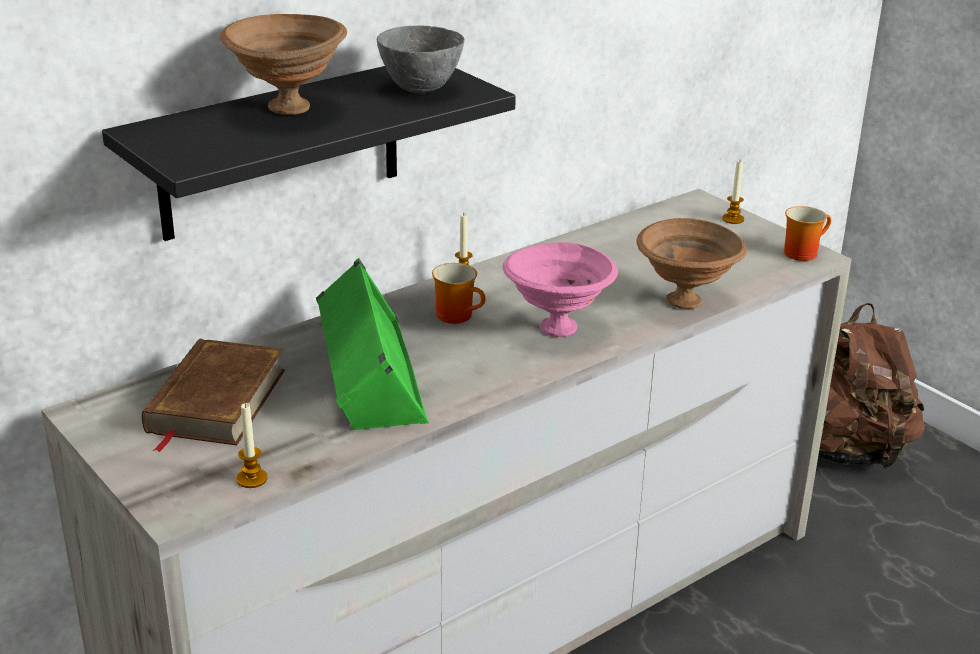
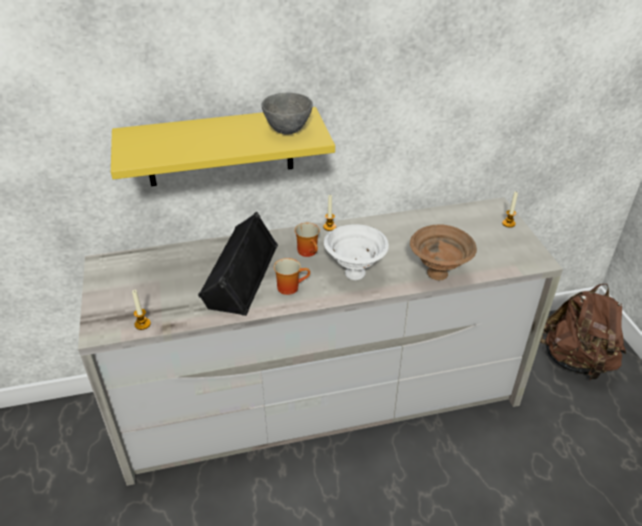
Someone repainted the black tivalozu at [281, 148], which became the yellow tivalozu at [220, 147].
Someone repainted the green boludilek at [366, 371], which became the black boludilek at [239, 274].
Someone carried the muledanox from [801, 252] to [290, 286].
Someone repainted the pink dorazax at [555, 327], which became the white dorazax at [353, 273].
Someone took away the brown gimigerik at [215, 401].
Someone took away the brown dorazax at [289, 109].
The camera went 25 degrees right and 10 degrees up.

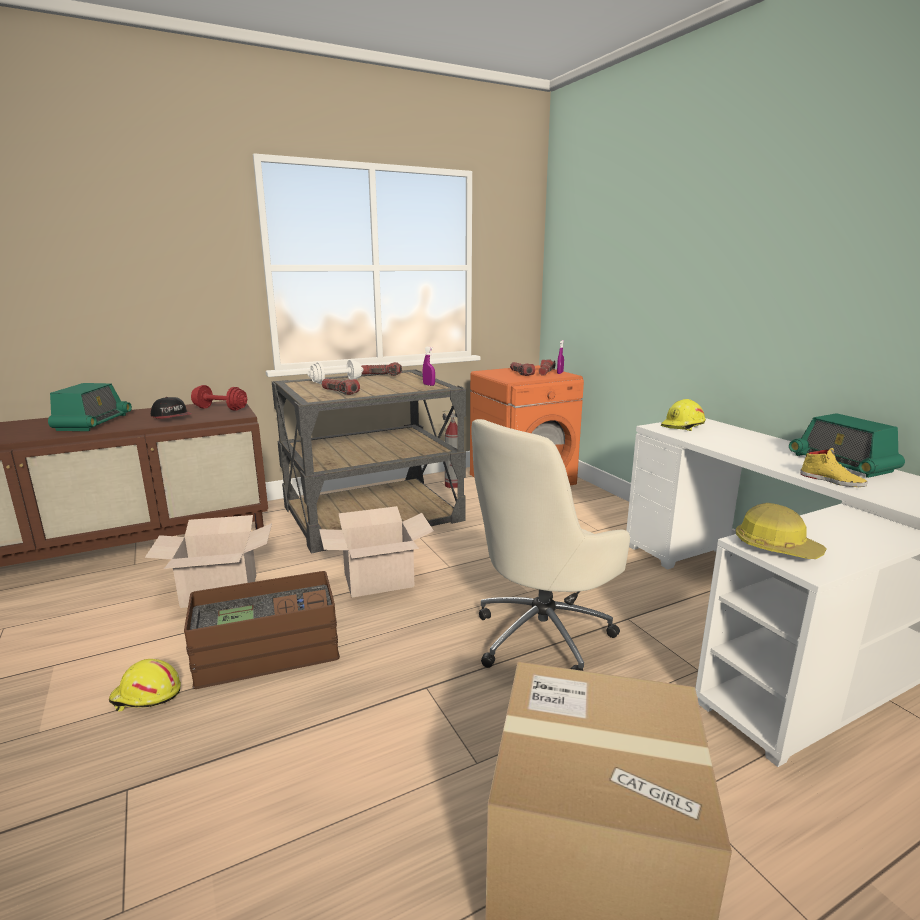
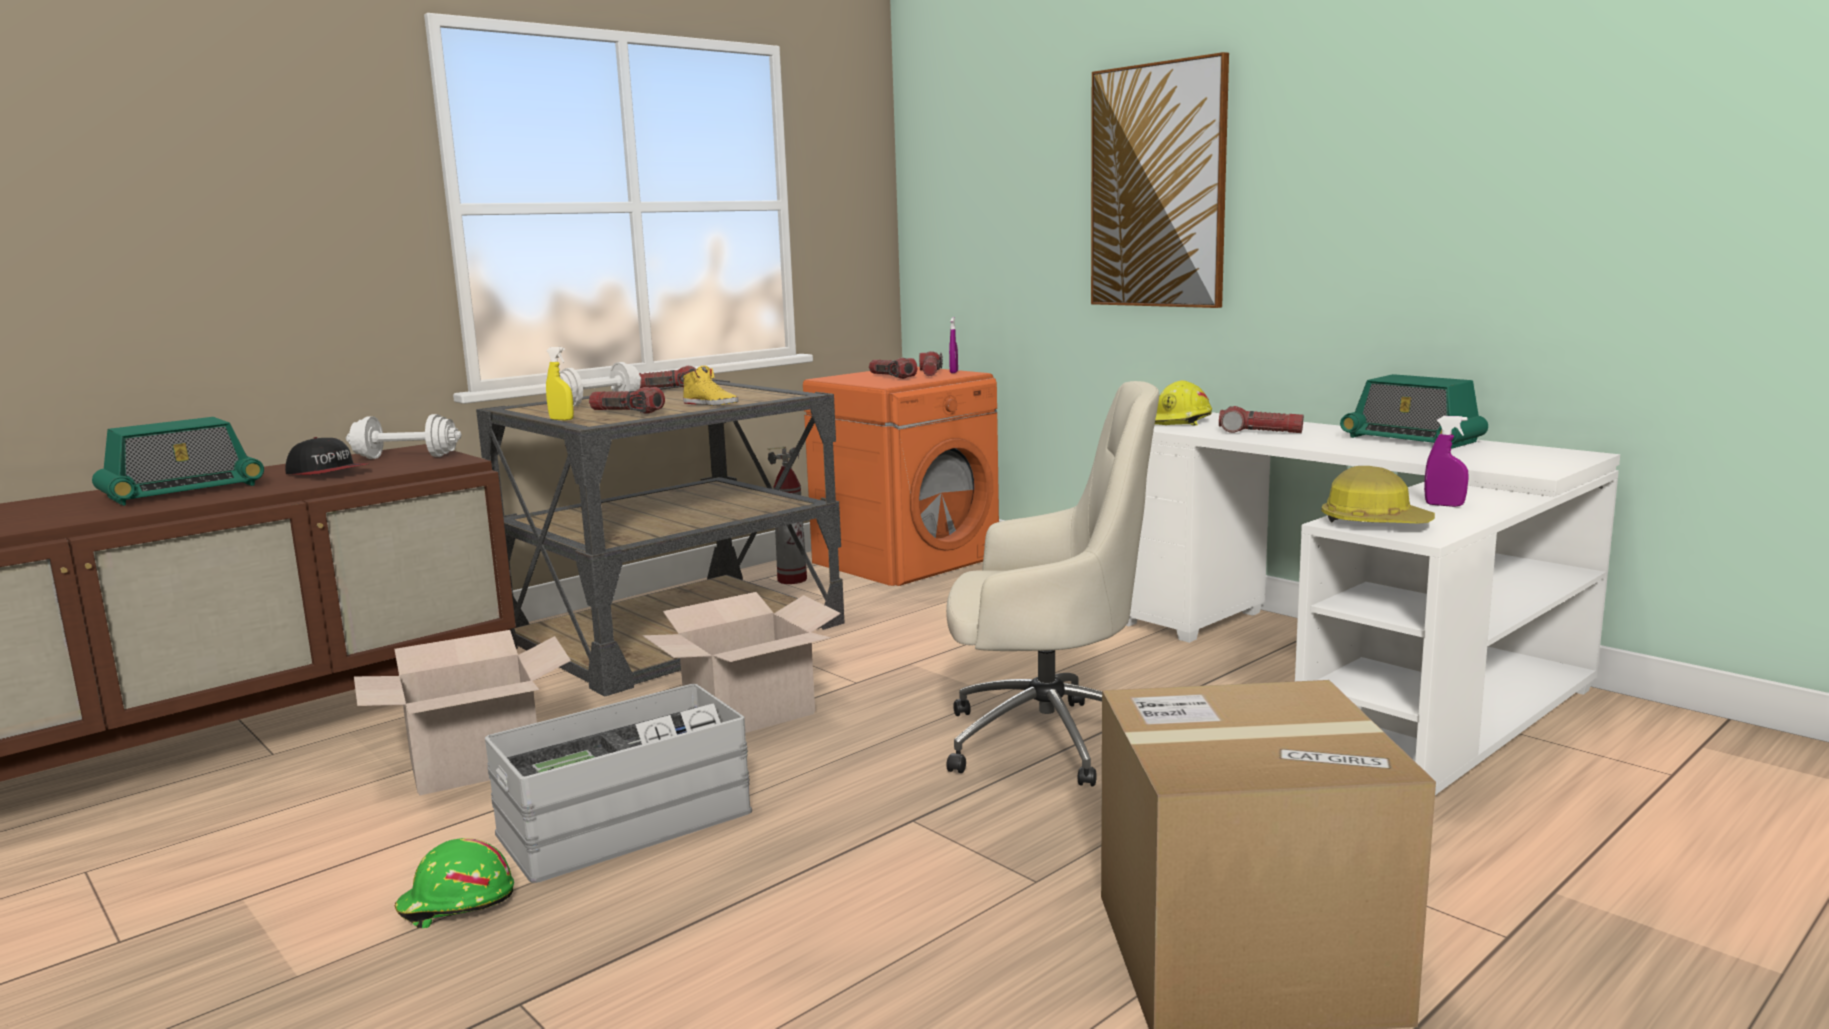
Someone rotated the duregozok at [93, 422] by 60 degrees clockwise.
Someone repainted the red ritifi at [220, 409], which became the white ritifi at [406, 457].
Someone repainted the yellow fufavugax at [146, 696], which became the green fufavugax at [456, 904].
Someone repainted the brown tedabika at [268, 650], which became the grey tedabika at [624, 820].
Someone put down the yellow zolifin at [561, 419].
Someone carried the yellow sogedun from [832, 480] to [711, 404].
Someone rotated the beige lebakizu at [541, 637] by 120 degrees counterclockwise.
Someone put up the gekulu at [1158, 187].
Someone put down the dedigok at [1260, 432].
Someone carried the purple zolifin from [429, 385] to [1444, 505].
The camera went 15 degrees left and 5 degrees down.

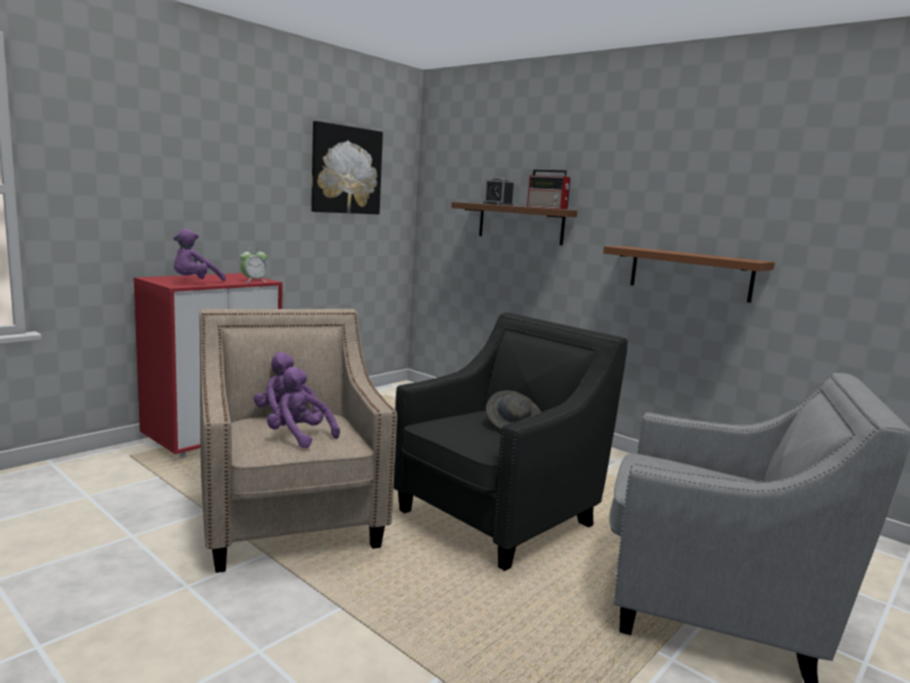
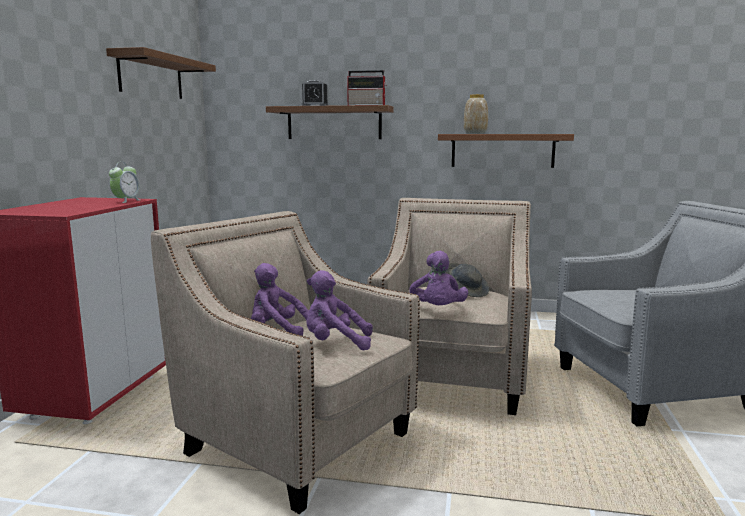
Someone swapped the gekulu at [346, 170] for the brown tivalozu at [151, 76].
Someone repainted the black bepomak at [497, 517], which became the beige bepomak at [451, 379].
Someone carried the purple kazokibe from [195, 282] to [437, 310].
Someone put down the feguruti at [475, 133].
The camera went 30 degrees left and 0 degrees up.

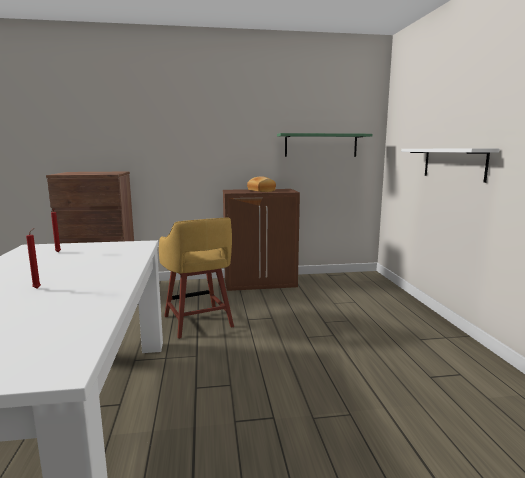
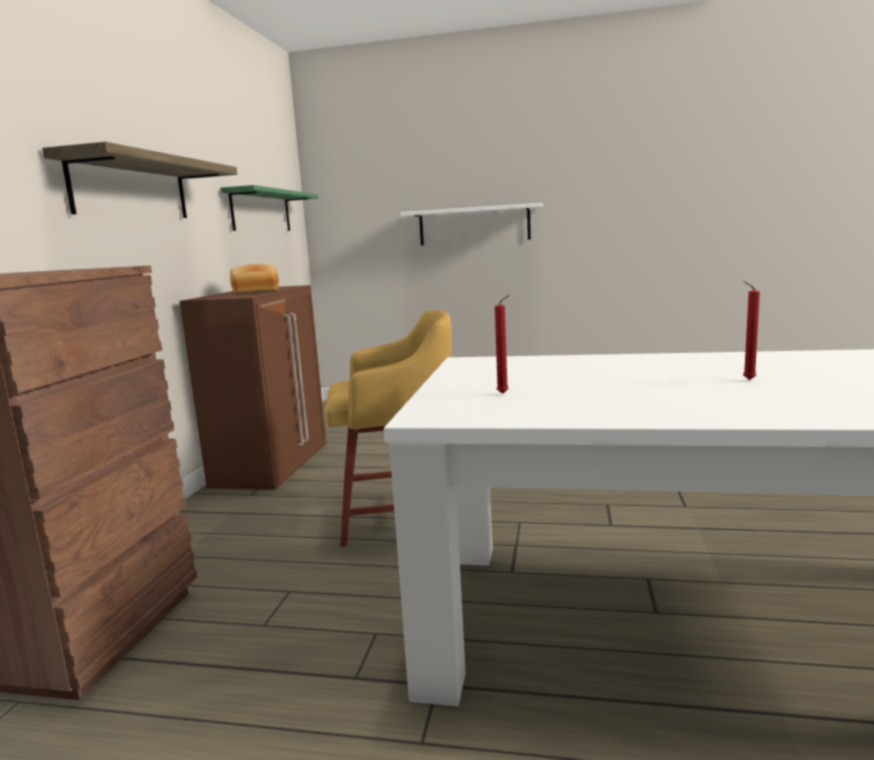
Someone put up the tivalozu at [131, 189].
The camera went 70 degrees left and 0 degrees up.

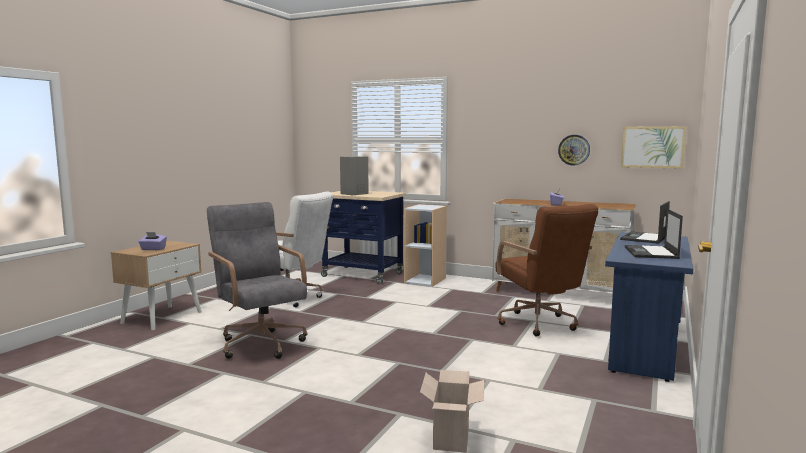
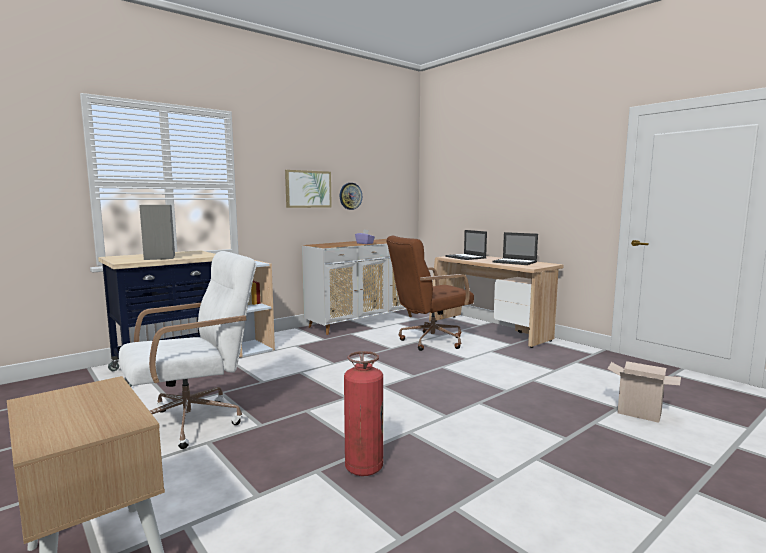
Someone carried the gekulu from [652, 147] to [308, 189].
Someone swapped the grey lebakizu at [260, 344] for the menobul at [364, 467].
Someone rotated the brown lebakizu at [539, 325] by 150 degrees clockwise.
Someone repainted the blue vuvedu at [644, 344], which became the beige vuvedu at [489, 330].
Someone took away the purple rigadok at [153, 249].
The camera went 65 degrees left and 0 degrees up.

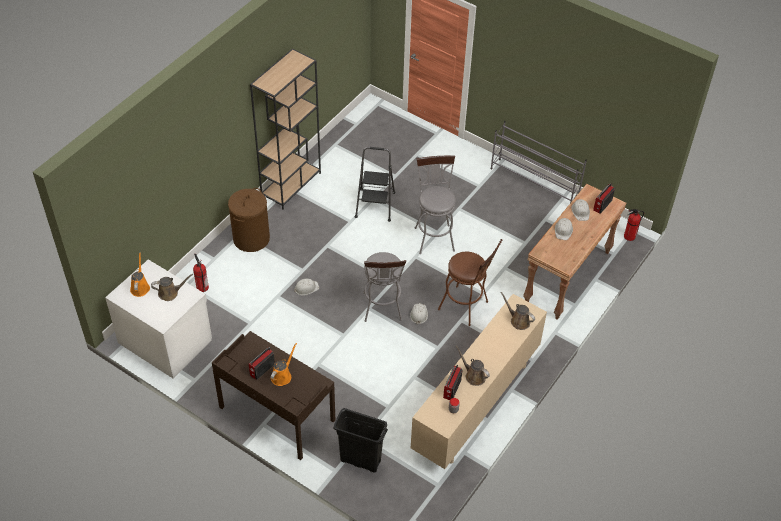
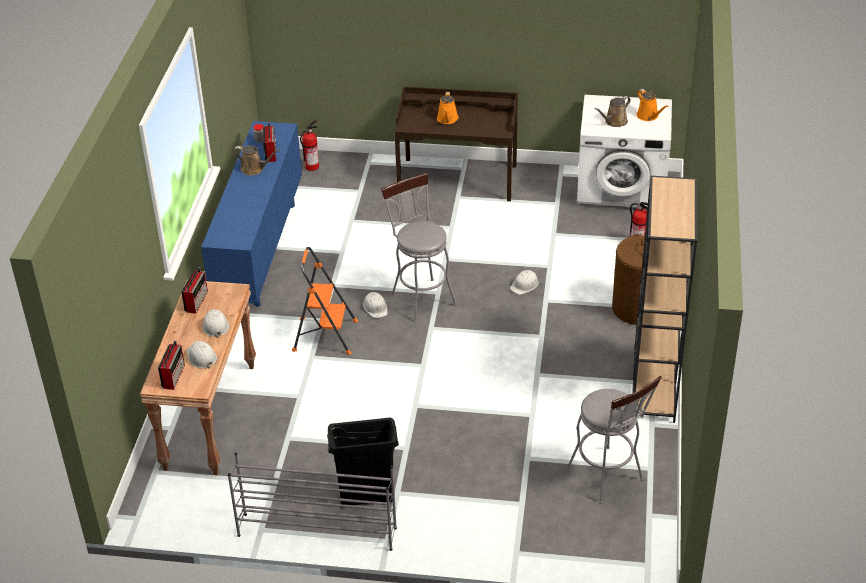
Someone carried the duregozok from [261, 370] to [197, 301].
Someone repainted the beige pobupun at [476, 405], which became the blue pobupun at [259, 252].
Someone swapped the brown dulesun at [467, 307] for the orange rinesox at [323, 335].
Someone carried the menobul from [629, 236] to [312, 166].
Someone carried the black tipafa from [360, 460] to [367, 497].
Someone carried the grey dulesun from [433, 236] to [608, 478].
Someone took away the black rinesox at [375, 203].
Someone took away the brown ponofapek at [518, 321].
The camera went 155 degrees right and 10 degrees down.

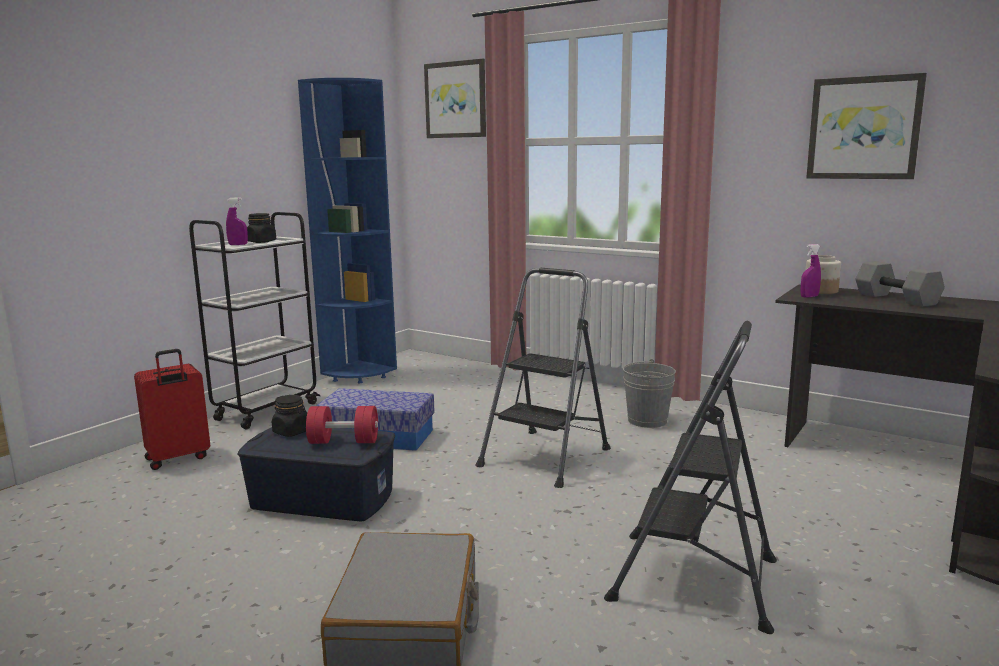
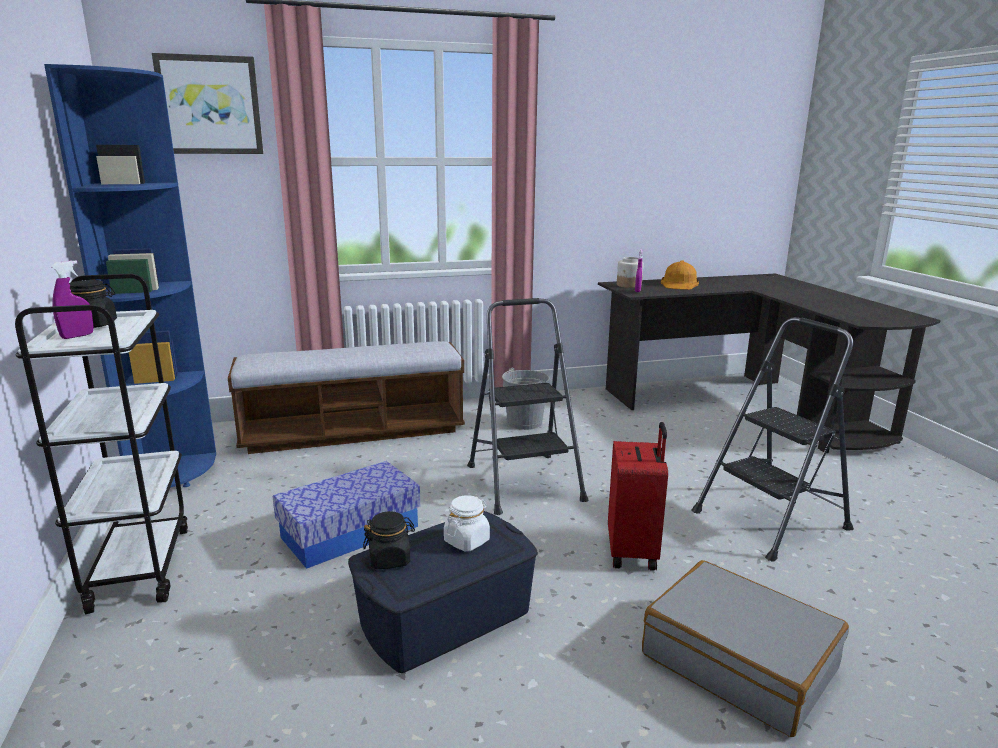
Someone put down the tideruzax at [354, 432].
Someone swapped the red ritifi at [344, 442] for the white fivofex at [467, 541].
Someone carried the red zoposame from [178, 459] to [634, 552].
Someone swapped the grey ritifi at [898, 299] for the orange fufavugax at [679, 284].
Someone took away the gekulu at [864, 128].
The camera went 50 degrees left and 5 degrees up.

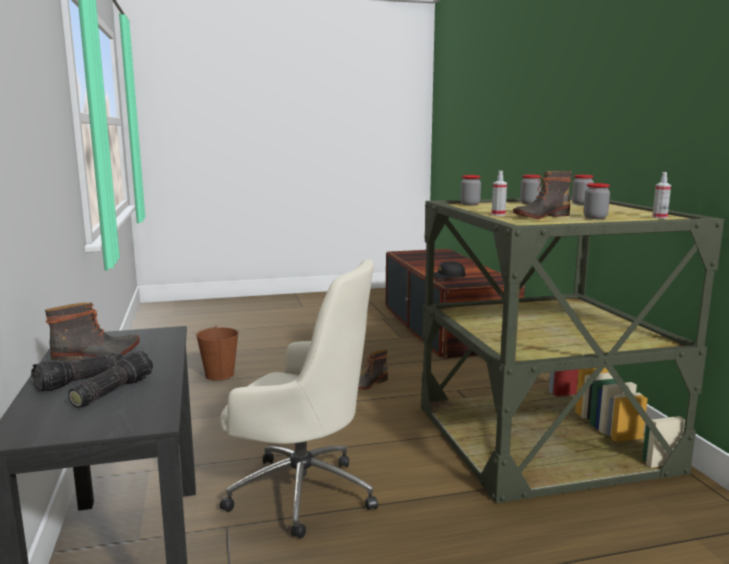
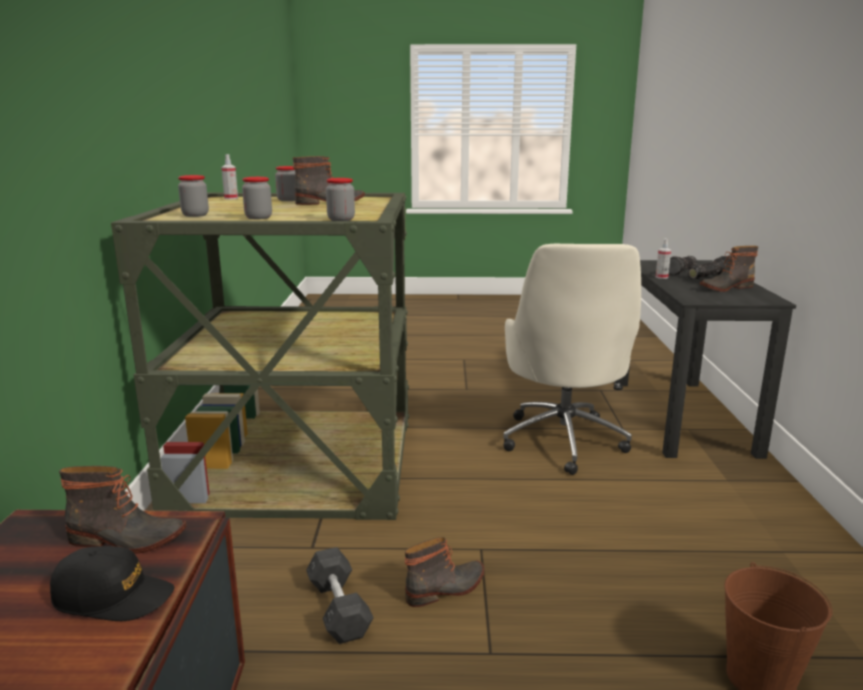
Someone put down the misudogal at [126, 540].
Someone put down the grey ritifi at [338, 609].
Someone rotated the beige lebakizu at [303, 494] by 120 degrees counterclockwise.
Someone carried the zolifin from [498, 214] to [661, 277].
The camera went 165 degrees left and 5 degrees up.

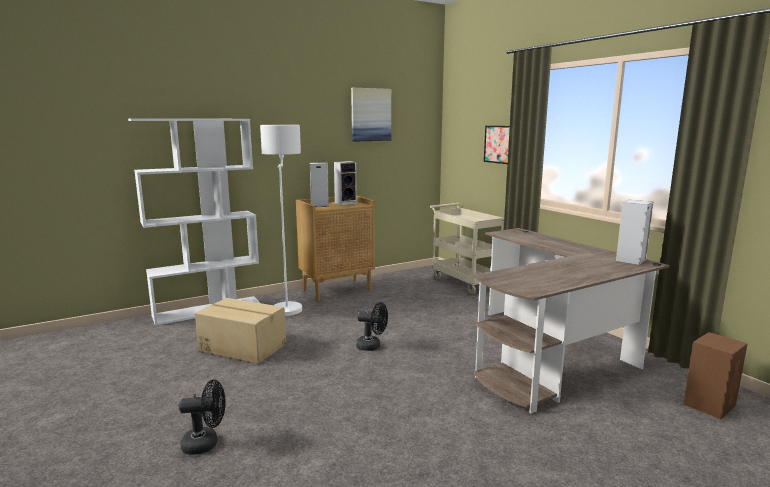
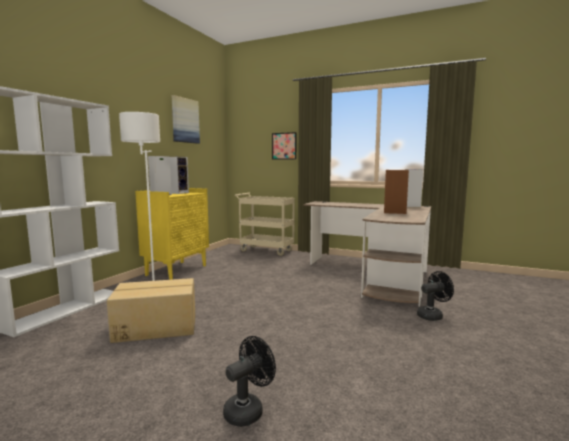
Someone repainted the brown pobupun at [337, 289], which became the yellow pobupun at [177, 270].
Someone carried the brown boludilek from [710, 404] to [394, 211].
Someone carried the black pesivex from [372, 346] to [432, 315].
The camera went 35 degrees left and 5 degrees down.

